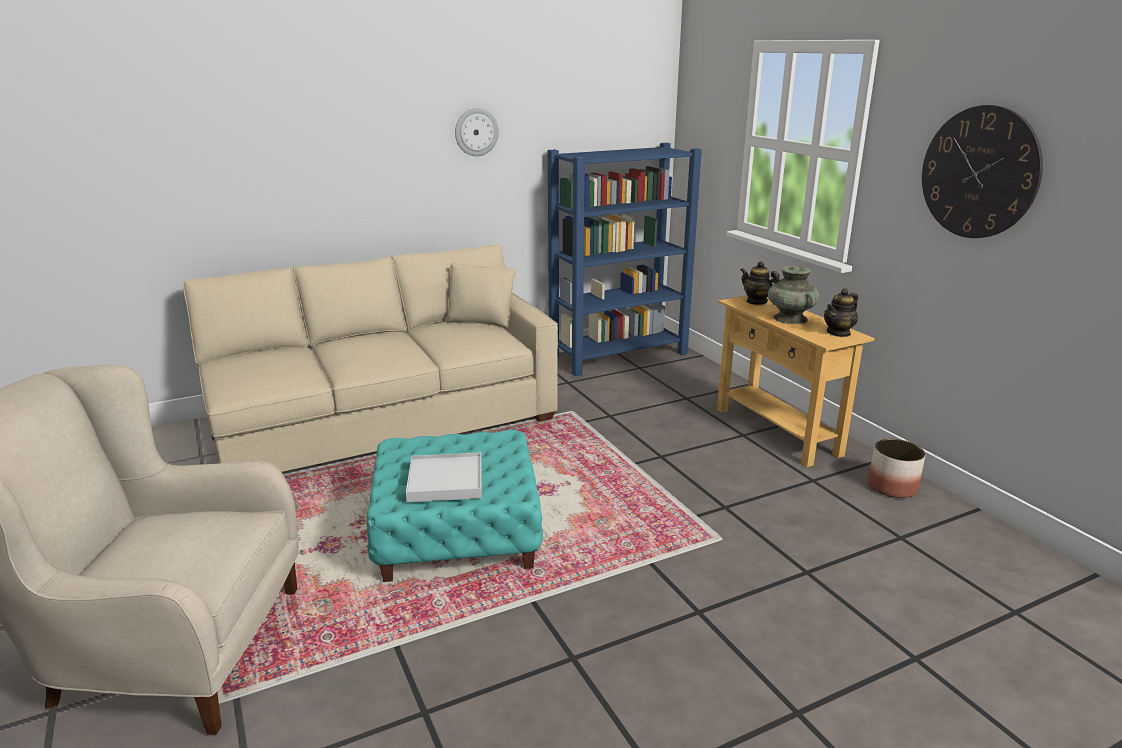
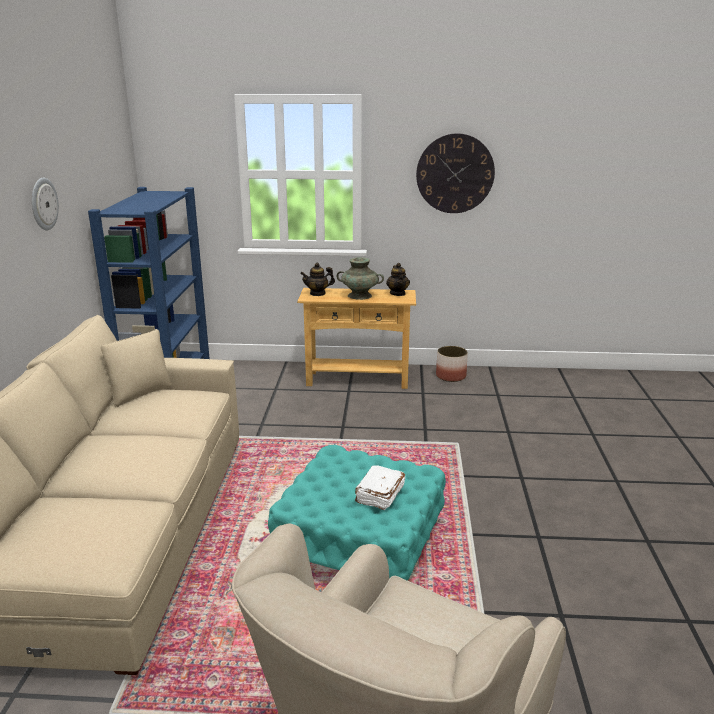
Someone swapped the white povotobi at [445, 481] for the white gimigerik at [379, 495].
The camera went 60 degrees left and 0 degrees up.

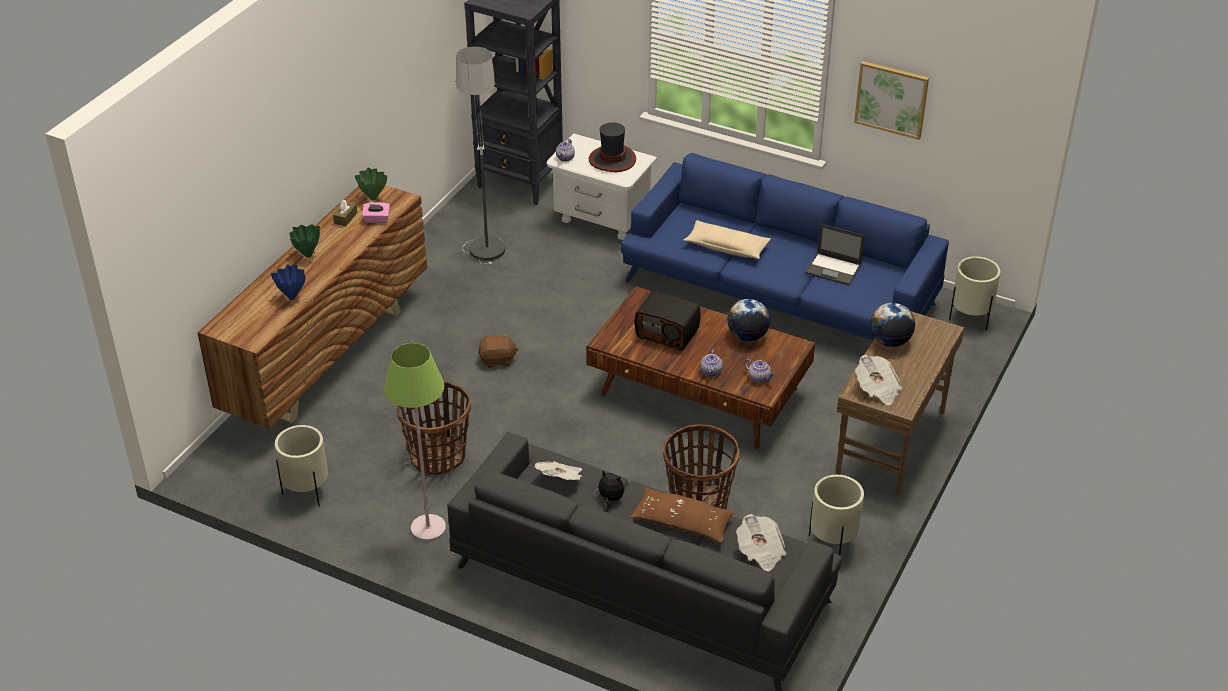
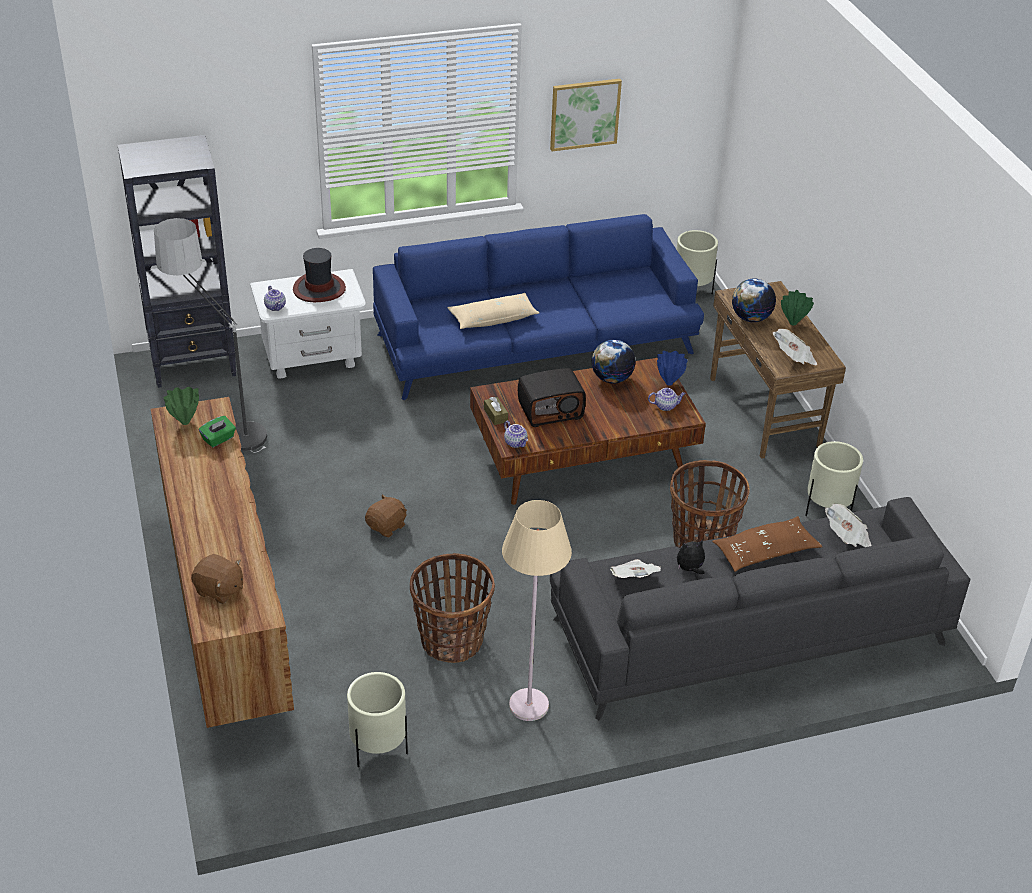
Someone put down the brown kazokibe at [219, 590].
Someone repainted the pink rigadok at [377, 219], which became the green rigadok at [218, 439].
Someone carried the brown rigadok from [345, 218] to [495, 415].
Someone repainted the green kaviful at [428, 528], which became the beige kaviful at [528, 705].
Someone carried the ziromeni from [711, 372] to [516, 443].
Someone carried the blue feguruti from [292, 297] to [669, 383].
Someone carried the green feguruti from [307, 255] to [793, 323].
Someone took away the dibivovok at [834, 269].
The camera went 45 degrees left and 0 degrees up.

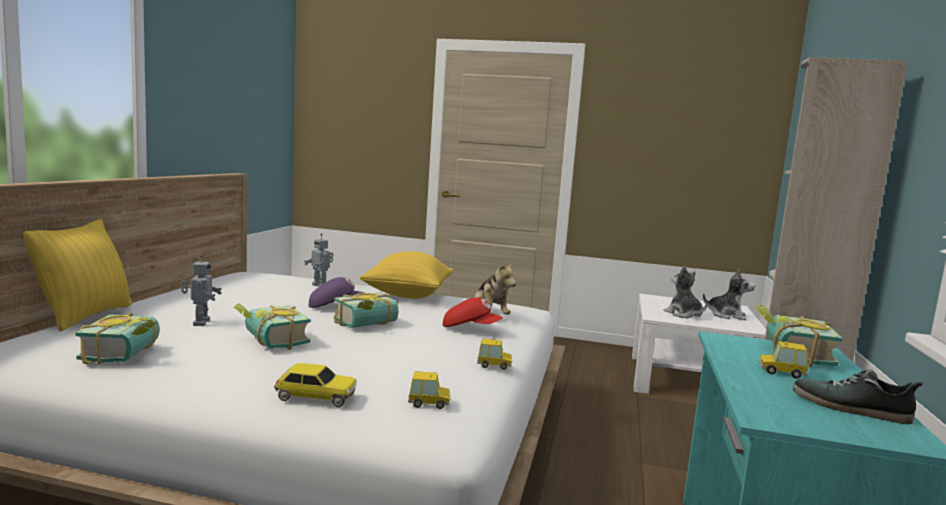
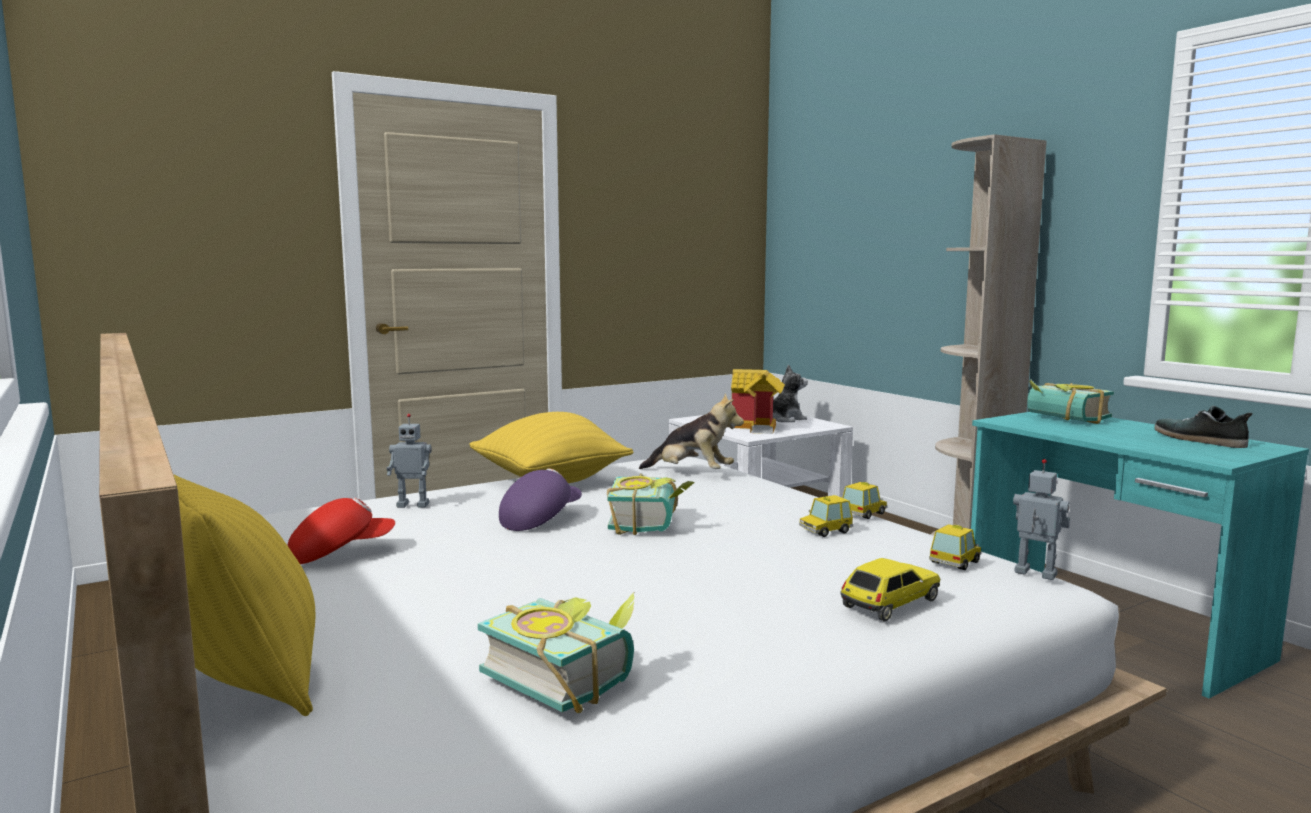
Someone carried the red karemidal from [470, 328] to [340, 554].
Someone swapped the kazokibe at [683, 314] for the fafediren at [759, 428].
Someone carried the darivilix from [781, 371] to [825, 530].
Someone carried the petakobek from [200, 322] to [1034, 574].
Someone rotated the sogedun at [850, 408] by 75 degrees clockwise.
Someone took away the gimigerik at [270, 342].
The camera went 45 degrees left and 0 degrees up.

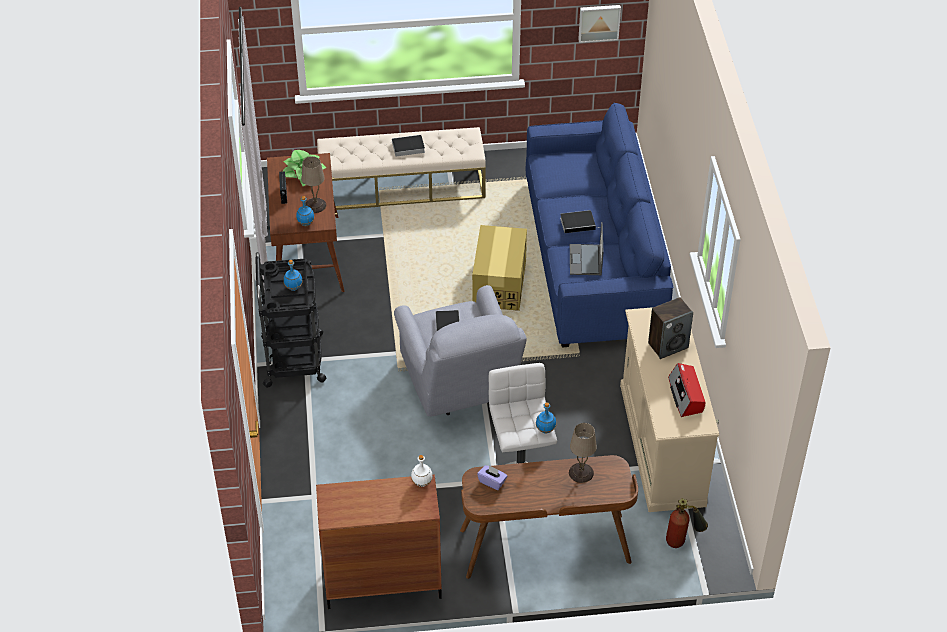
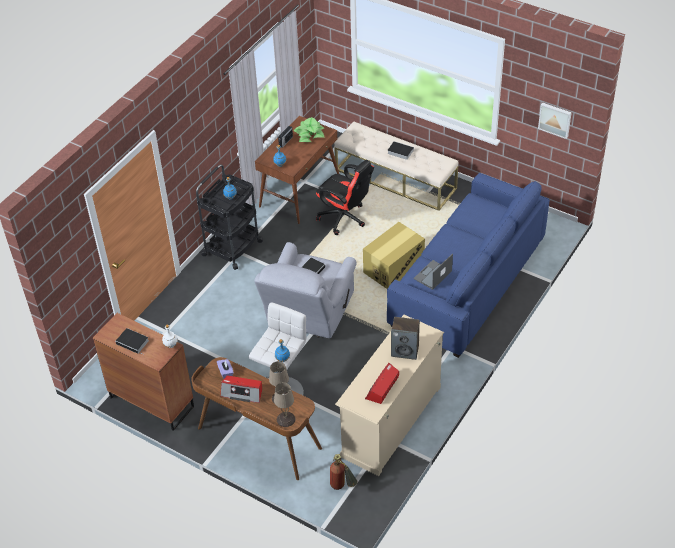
Someone carried the gimigerik from [578, 223] to [133, 342].
Someone put down the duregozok at [242, 392].
Someone carried the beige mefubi from [315, 205] to [285, 419].
Someone put down the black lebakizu at [345, 219].
The camera went 40 degrees right and 0 degrees up.

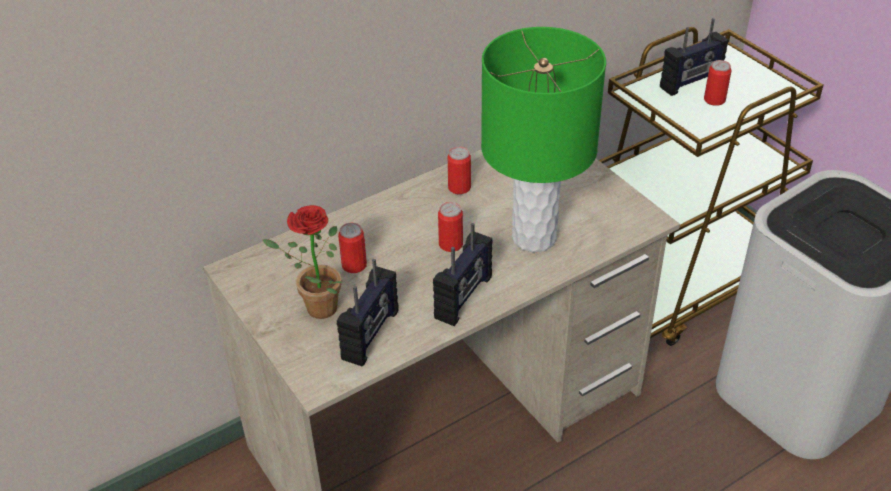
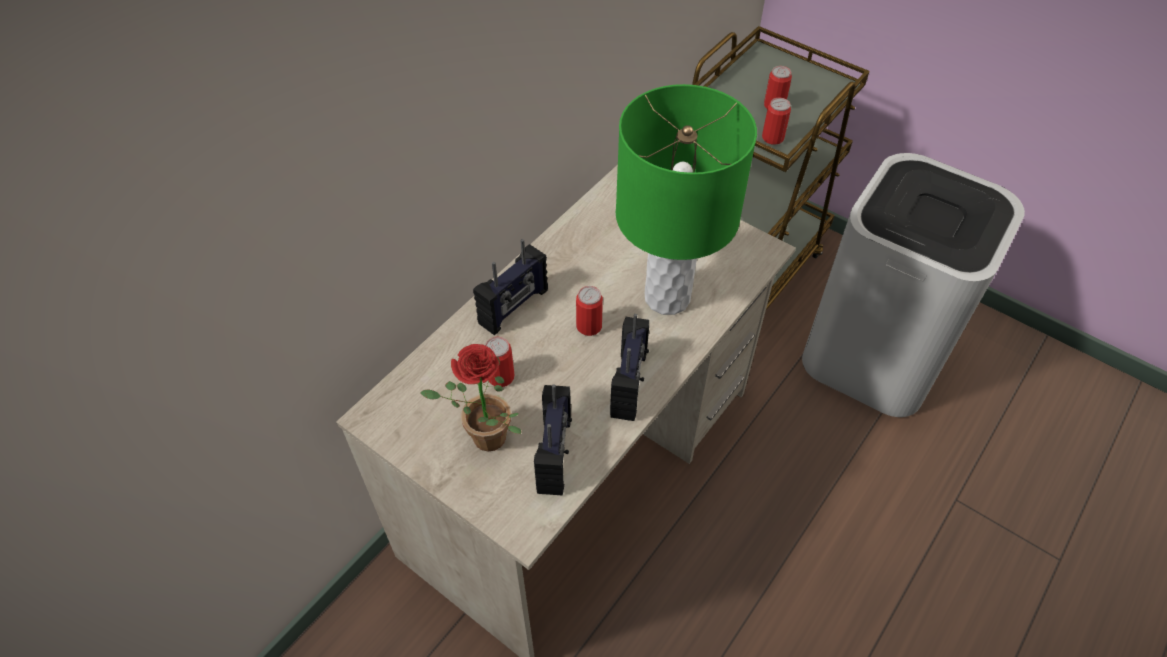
Someone carried the duregozok from [691, 83] to [514, 307].
Someone carried the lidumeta from [459, 187] to [772, 138].
The camera went 20 degrees left and 10 degrees up.

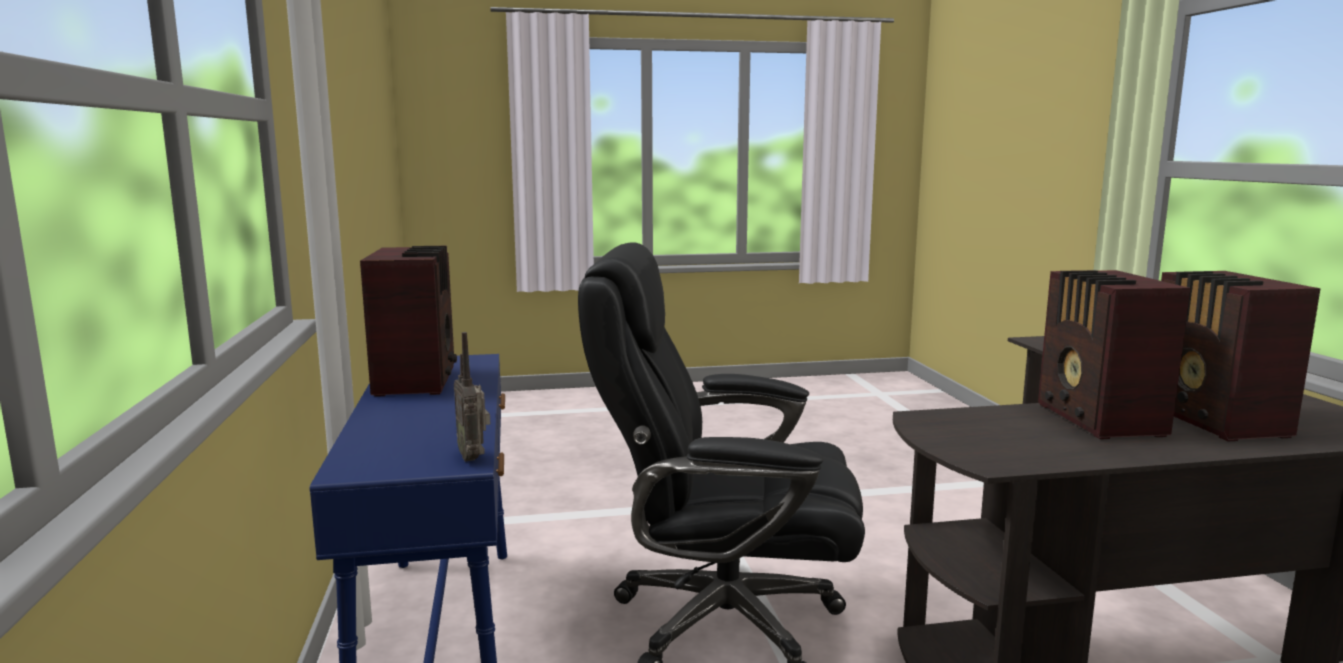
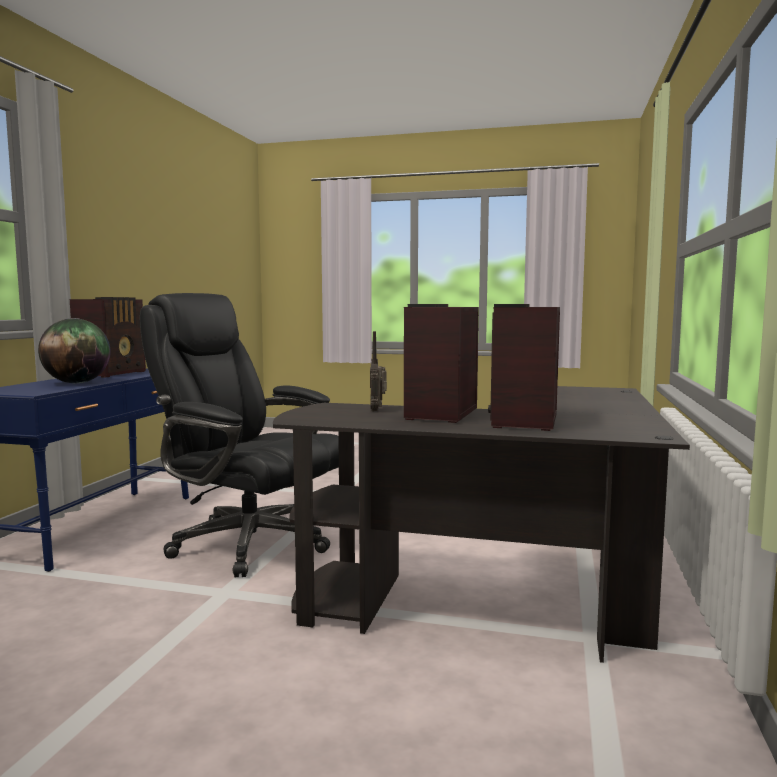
Someone put down the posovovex at [77, 383].
Someone carried the duregozok from [474, 457] to [378, 410].
The camera went 25 degrees right and 5 degrees down.

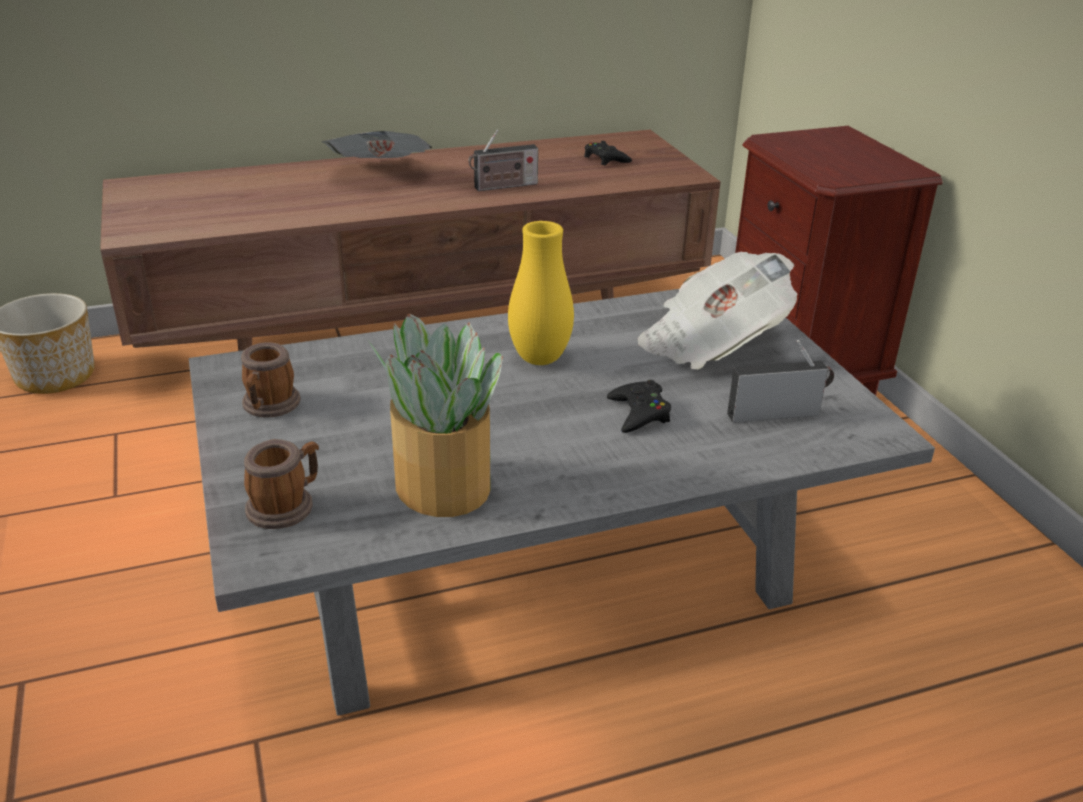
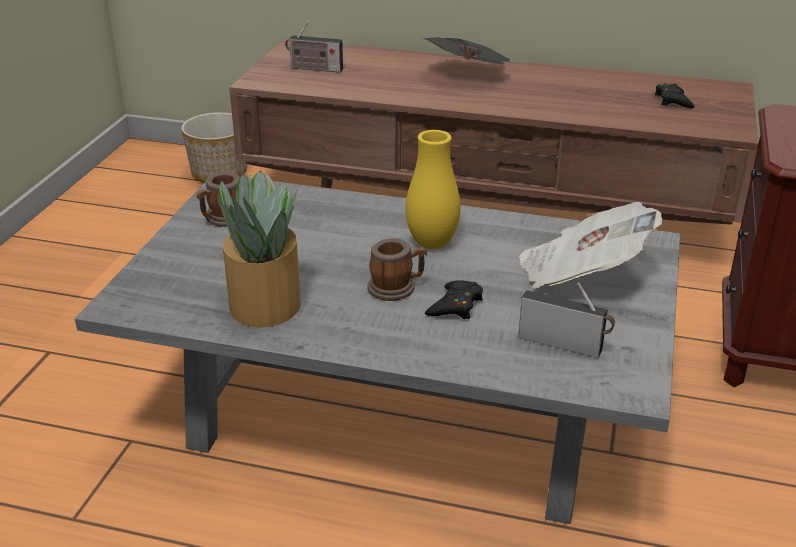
Someone carried the duregozok from [503, 186] to [314, 69].
Someone carried the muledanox from [286, 505] to [396, 288].
The camera went 35 degrees right and 0 degrees up.

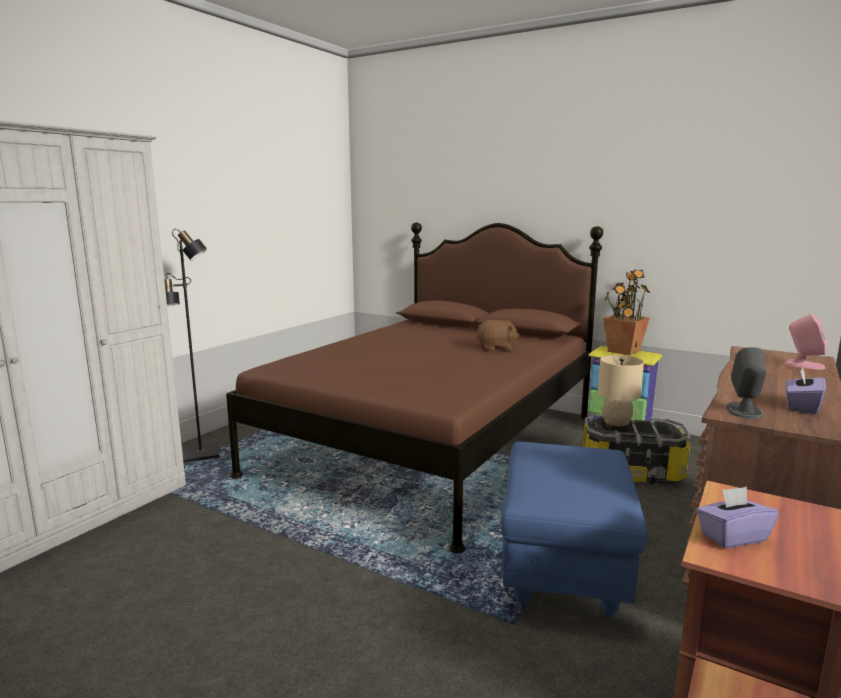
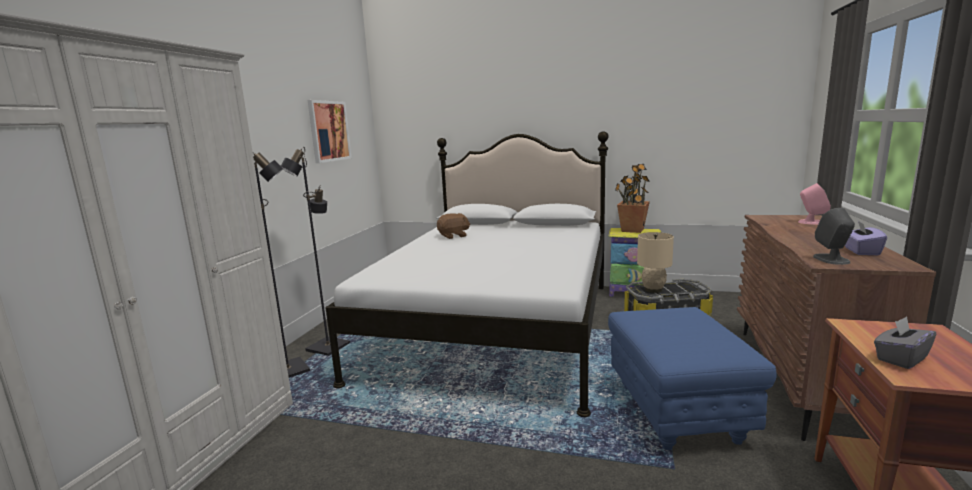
Someone put down the black kaviful at [328, 347].
Someone put up the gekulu at [329, 131].
Someone repainted the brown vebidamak at [430, 444], which became the white vebidamak at [496, 327].
Someone carried the brown kazokibe from [496, 348] to [453, 236].
Someone repainted the purple rigadok at [732, 536], which became the grey rigadok at [900, 358].
The camera went 15 degrees left and 0 degrees up.

